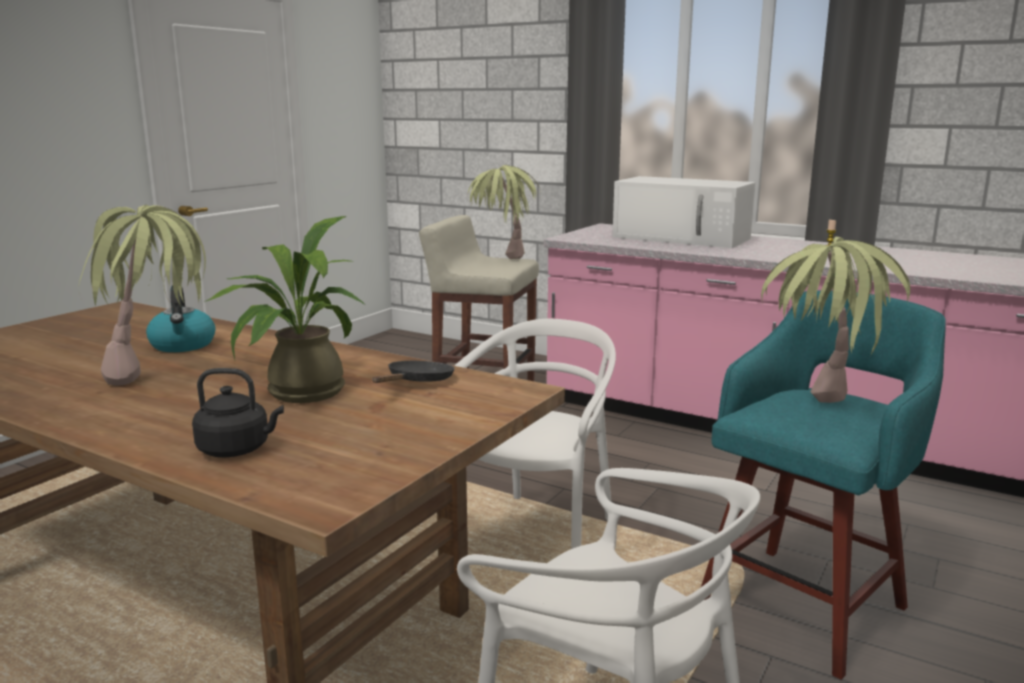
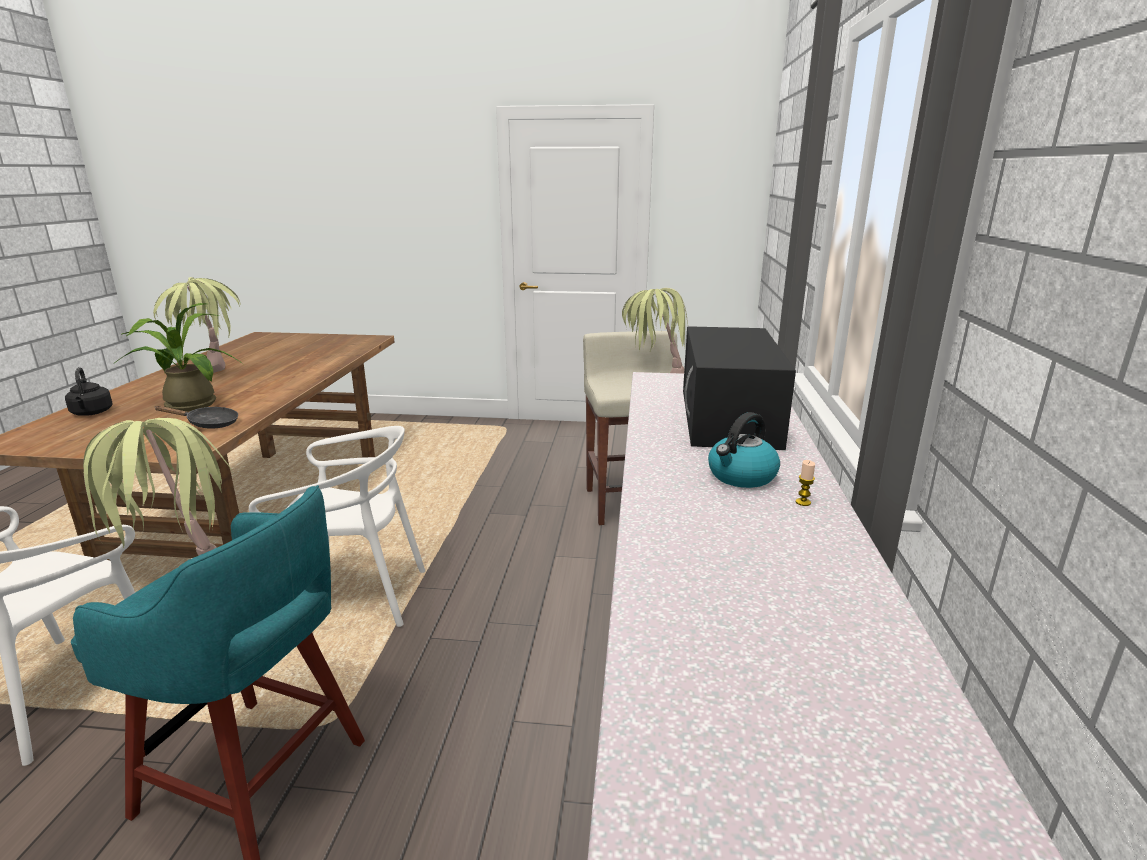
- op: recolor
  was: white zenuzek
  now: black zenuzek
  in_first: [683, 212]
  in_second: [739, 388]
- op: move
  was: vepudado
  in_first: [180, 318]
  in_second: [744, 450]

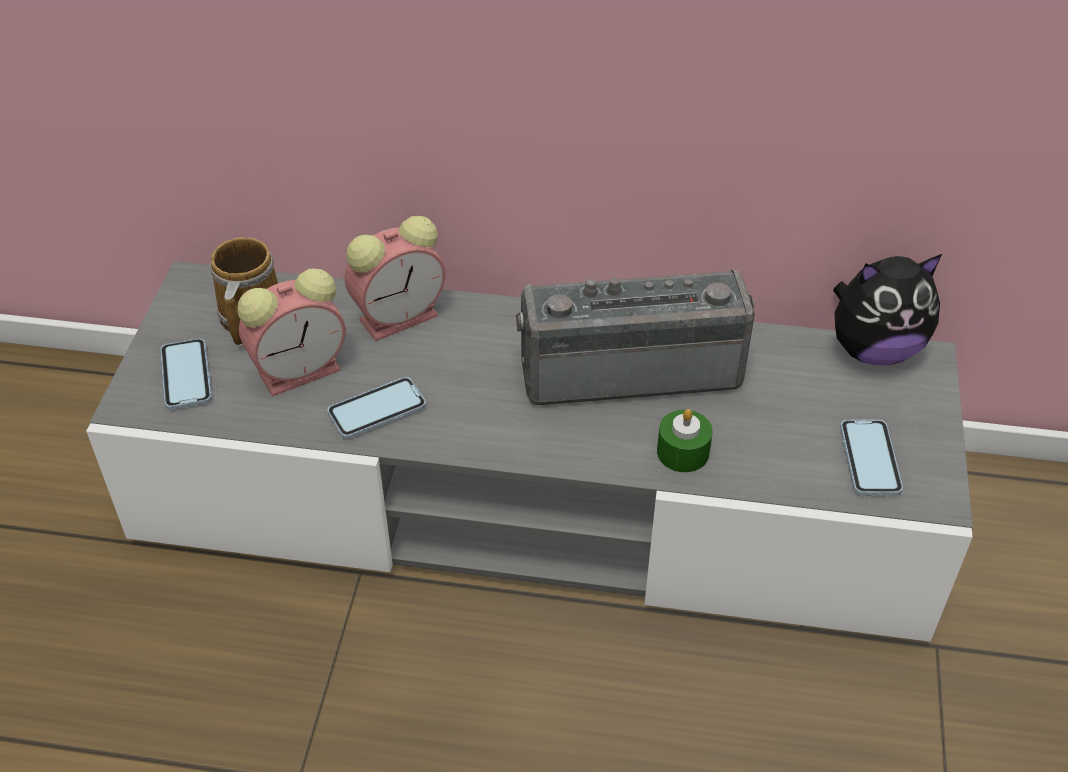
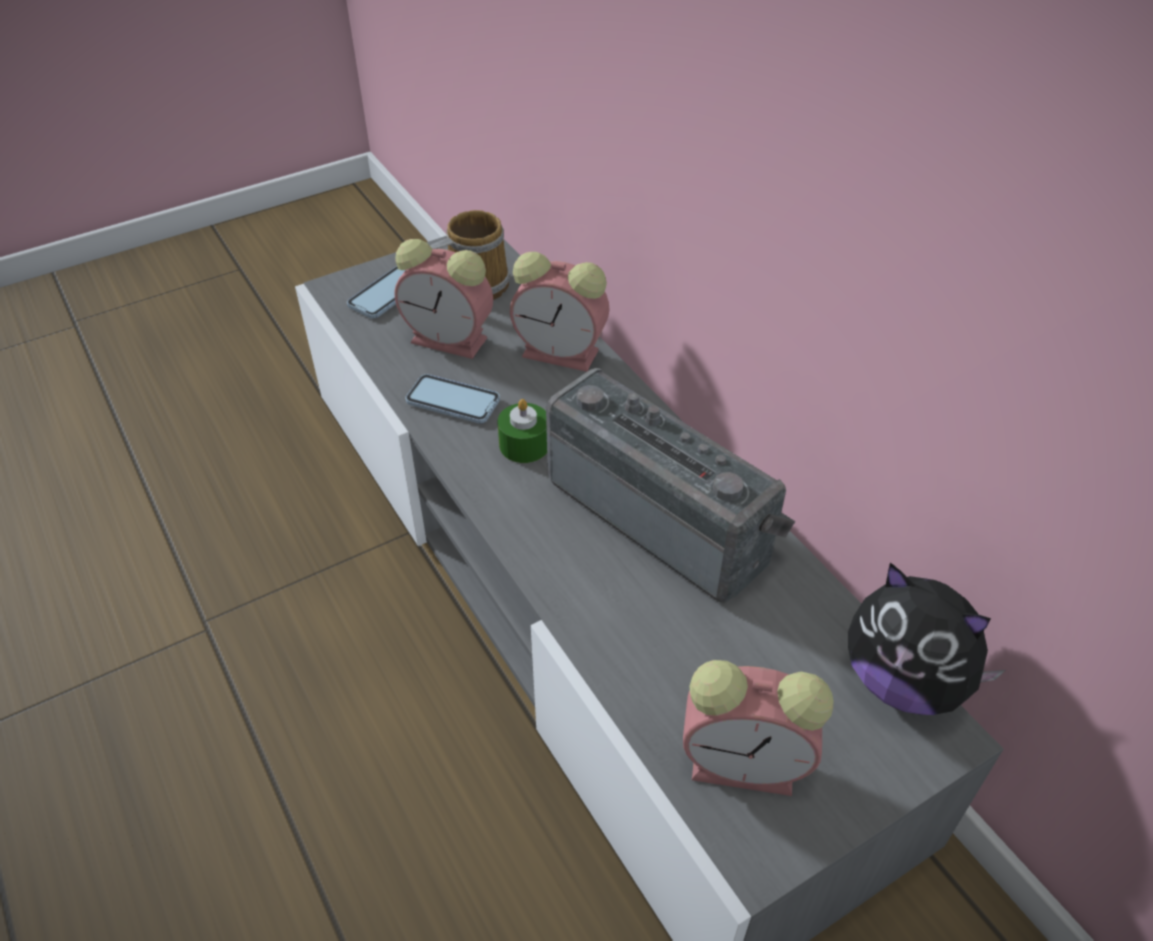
- op: move
  was: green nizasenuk
  in_first: [685, 441]
  in_second: [522, 431]
- op: replace
  was: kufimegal
  now: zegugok
  in_first: [871, 457]
  in_second: [758, 728]

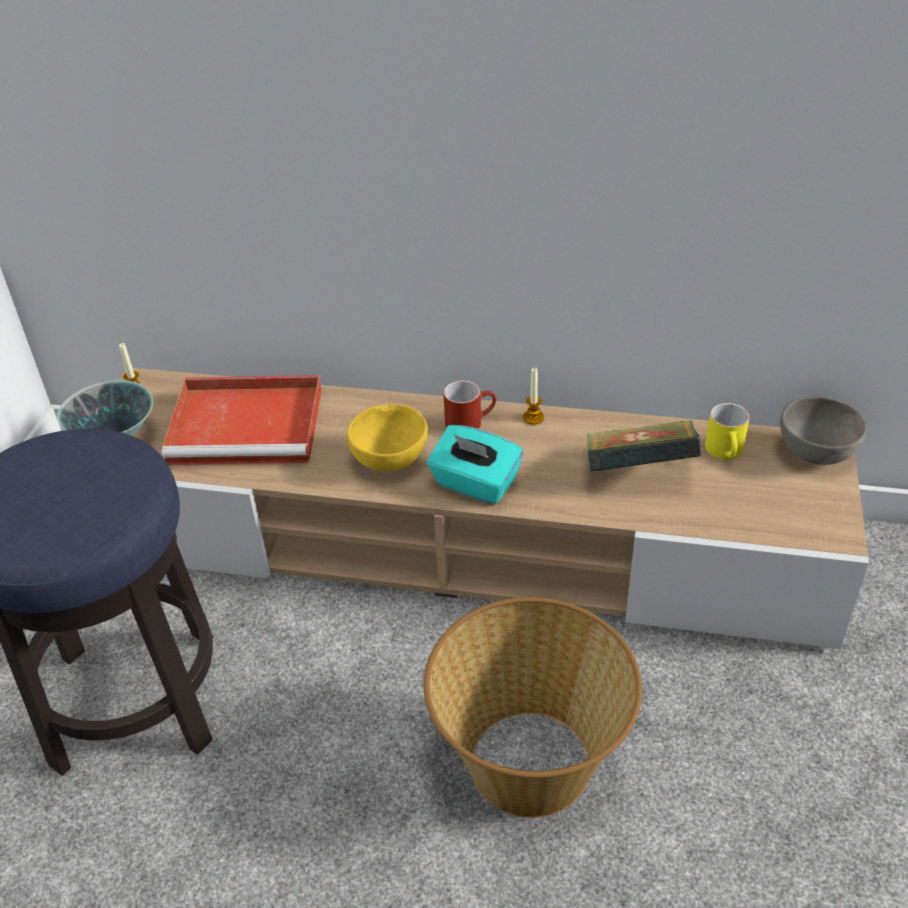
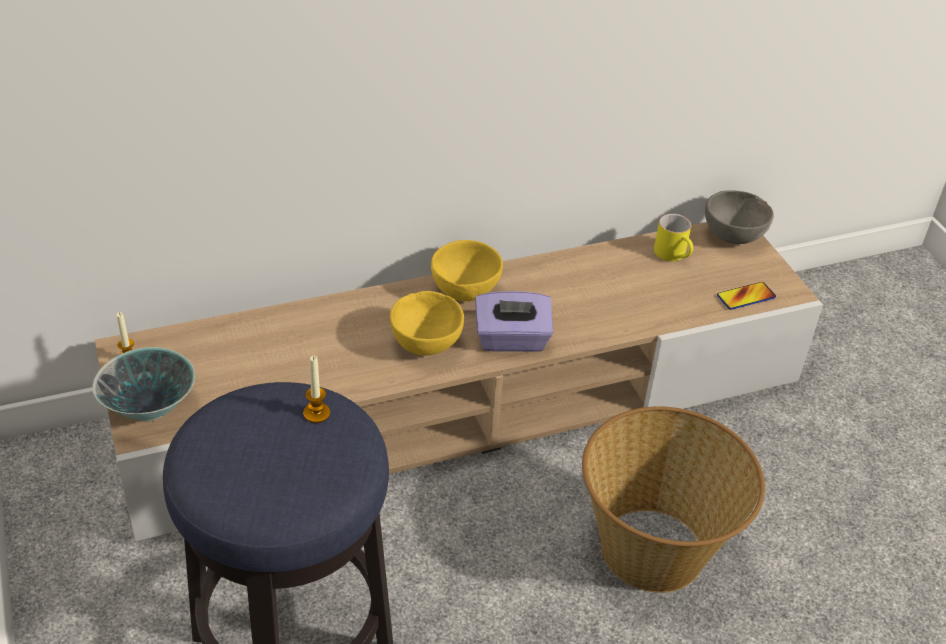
- op: move
  was: nizasenuk
  in_first: [533, 396]
  in_second: [316, 389]
- op: replace
  was: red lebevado
  now: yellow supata
  in_first: [469, 404]
  in_second: [467, 270]
- op: recolor
  was: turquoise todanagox
  now: purple todanagox
  in_first: [475, 464]
  in_second: [514, 321]
- op: insert
  now: kufimegal
  in_second: [746, 296]
- op: delete
  was: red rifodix
  in_first: [241, 420]
- op: delete
  was: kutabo
  in_first: [644, 446]

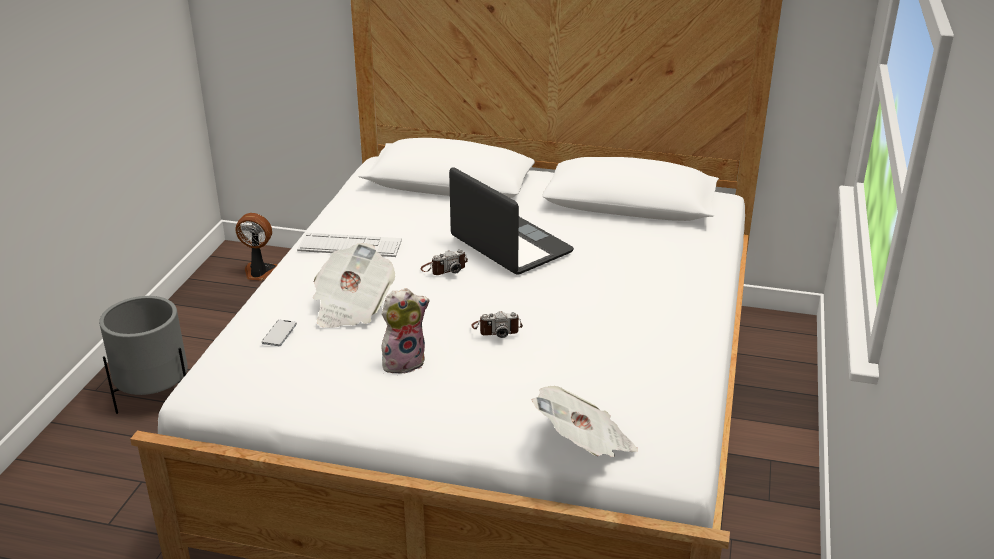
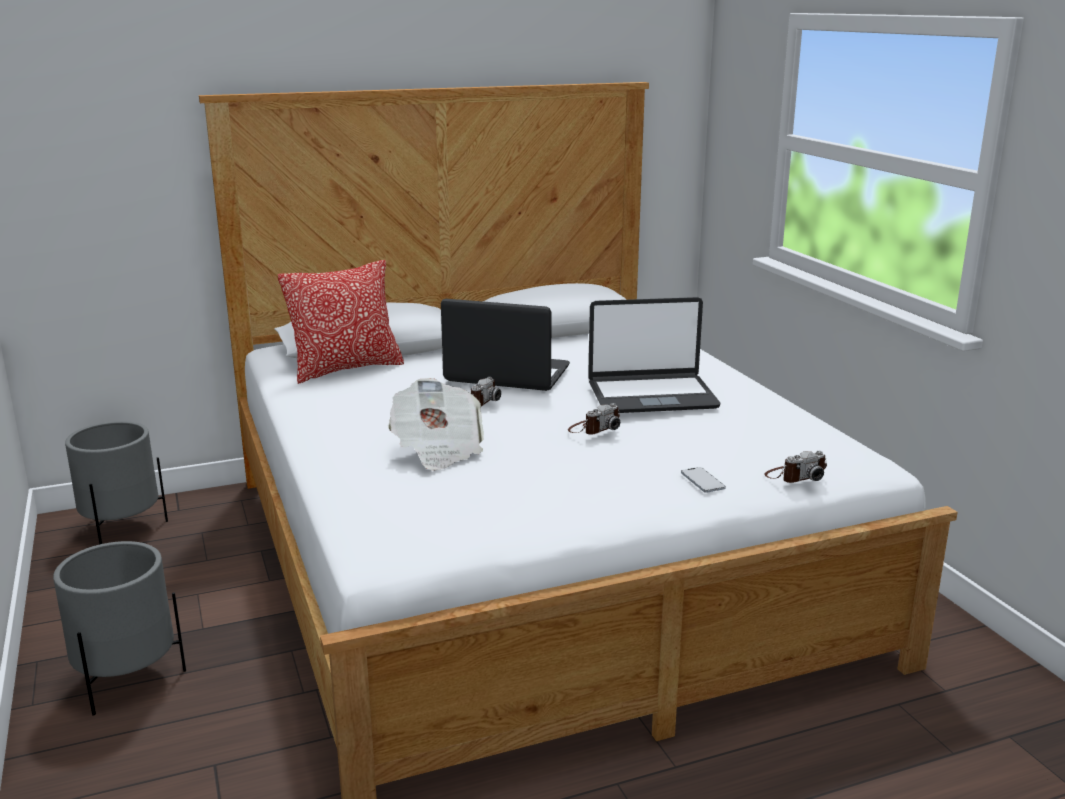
- op: replace
  was: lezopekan
  now: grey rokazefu
  in_first: [257, 247]
  in_second: [116, 482]
- op: insert
  now: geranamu
  in_second: [341, 322]
- op: insert
  now: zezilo
  in_second: [654, 355]
- op: move
  was: kufimegal
  in_first: [279, 333]
  in_second: [703, 480]
- op: replace
  was: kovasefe
  now: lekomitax
  in_first: [584, 421]
  in_second: [796, 467]
- op: delete
  was: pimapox
  in_first: [349, 245]
- op: delete
  was: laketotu
  in_first: [405, 331]

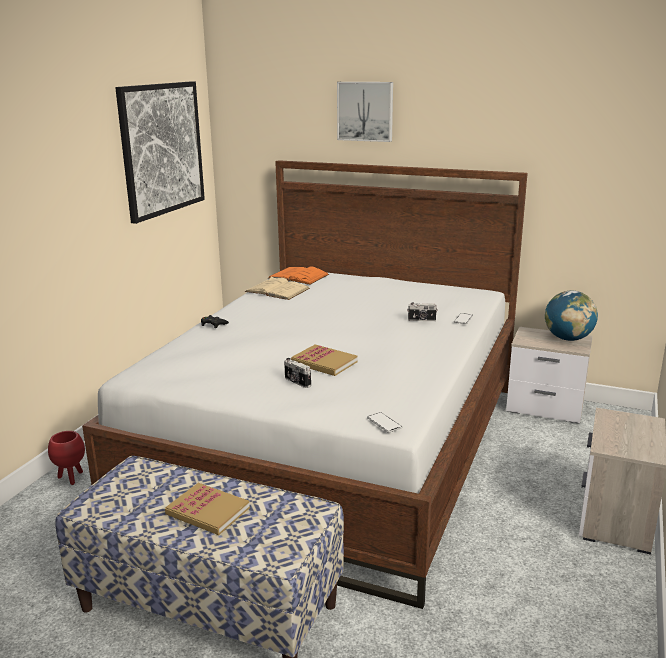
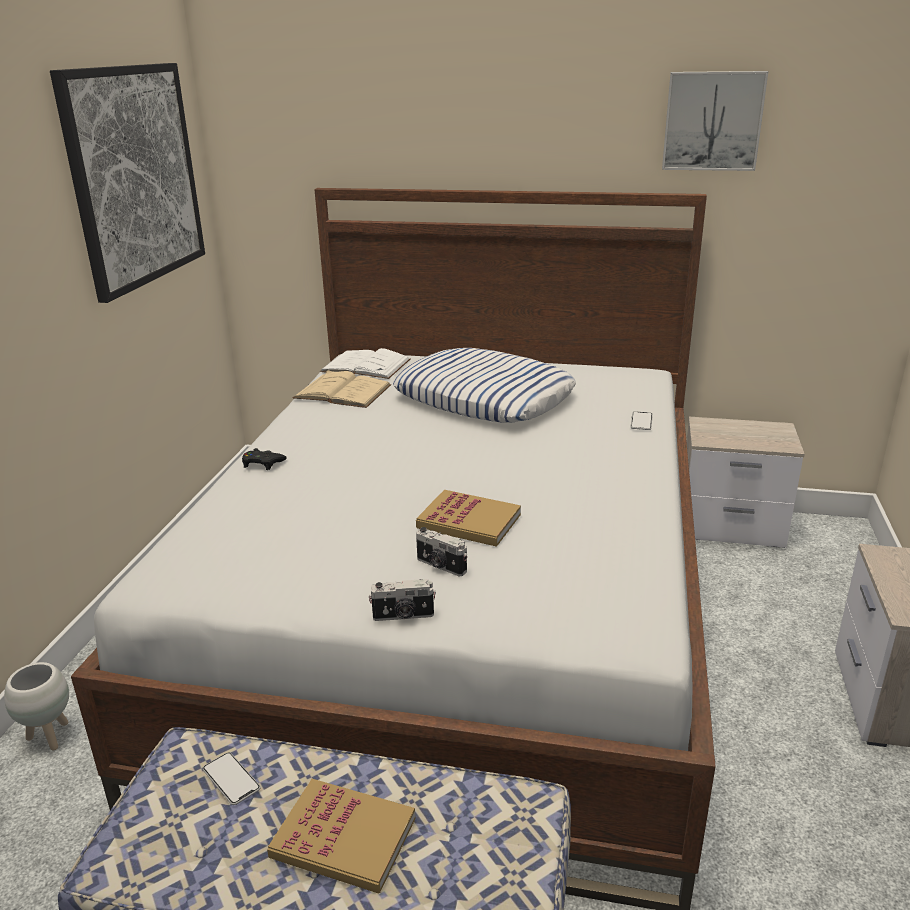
- op: recolor
  was: red rokazefu
  now: white rokazefu
  in_first: [66, 458]
  in_second: [36, 706]
- op: move
  was: kufimegal
  in_first: [384, 422]
  in_second: [231, 778]
- op: recolor
  was: orange kutabo
  now: white kutabo
  in_first: [299, 275]
  in_second: [365, 363]
- op: move
  was: lekomitax
  in_first: [422, 311]
  in_second: [402, 600]
- op: insert
  now: geranamu
  in_second: [484, 385]
- op: move
  was: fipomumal
  in_first: [365, 112]
  in_second: [715, 121]
- op: delete
  was: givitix
  in_first: [571, 316]

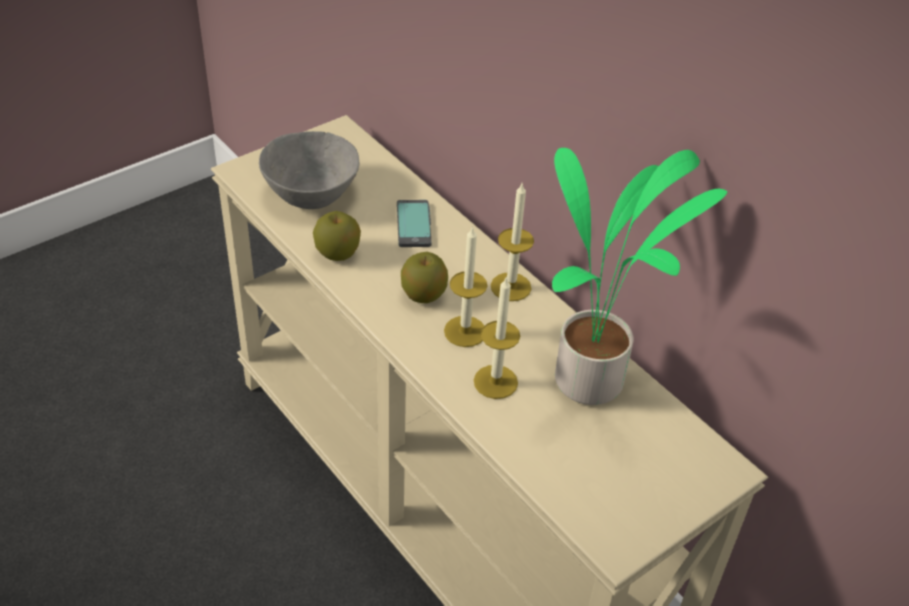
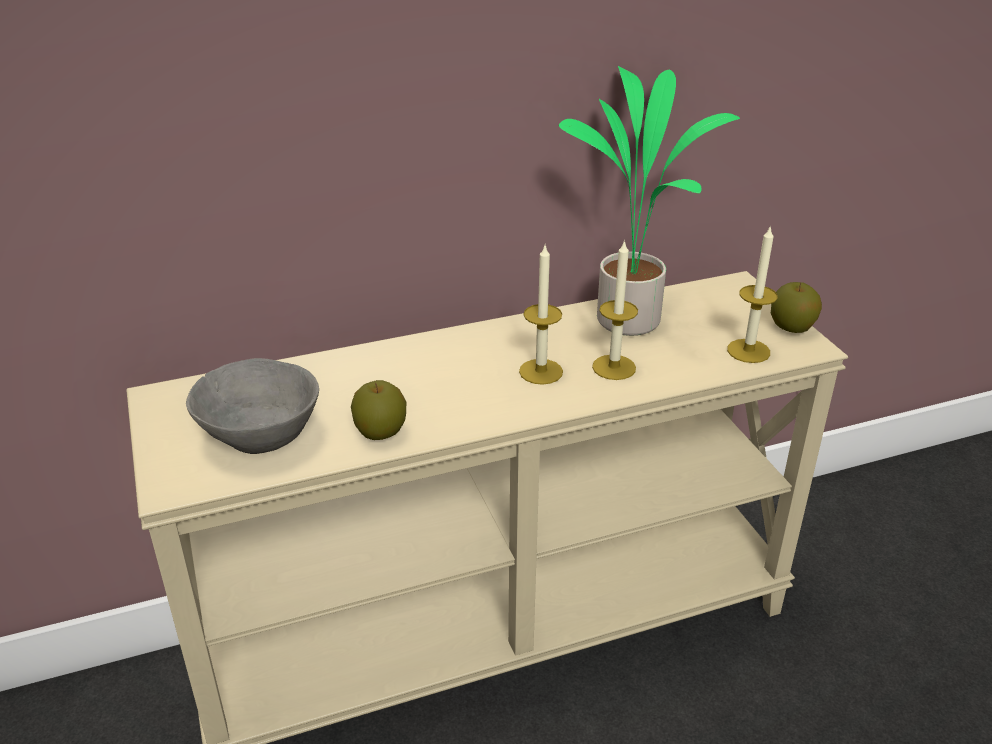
- op: move
  was: nizasenuk
  in_first: [512, 242]
  in_second: [752, 294]
- op: move
  was: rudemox
  in_first: [424, 277]
  in_second: [796, 307]
- op: delete
  was: kufimegal
  in_first: [414, 223]

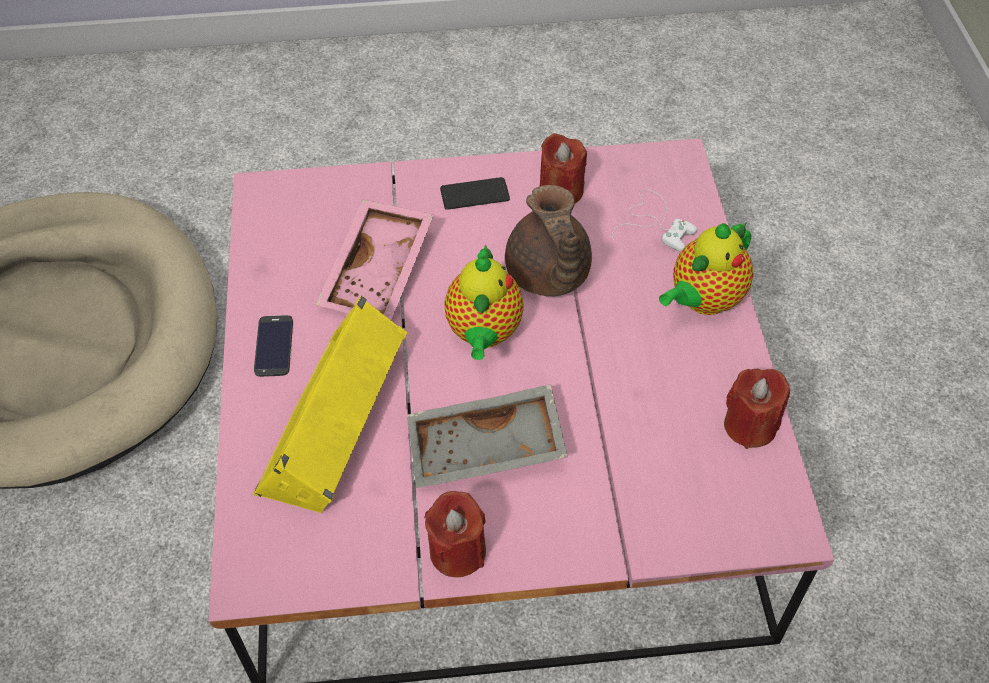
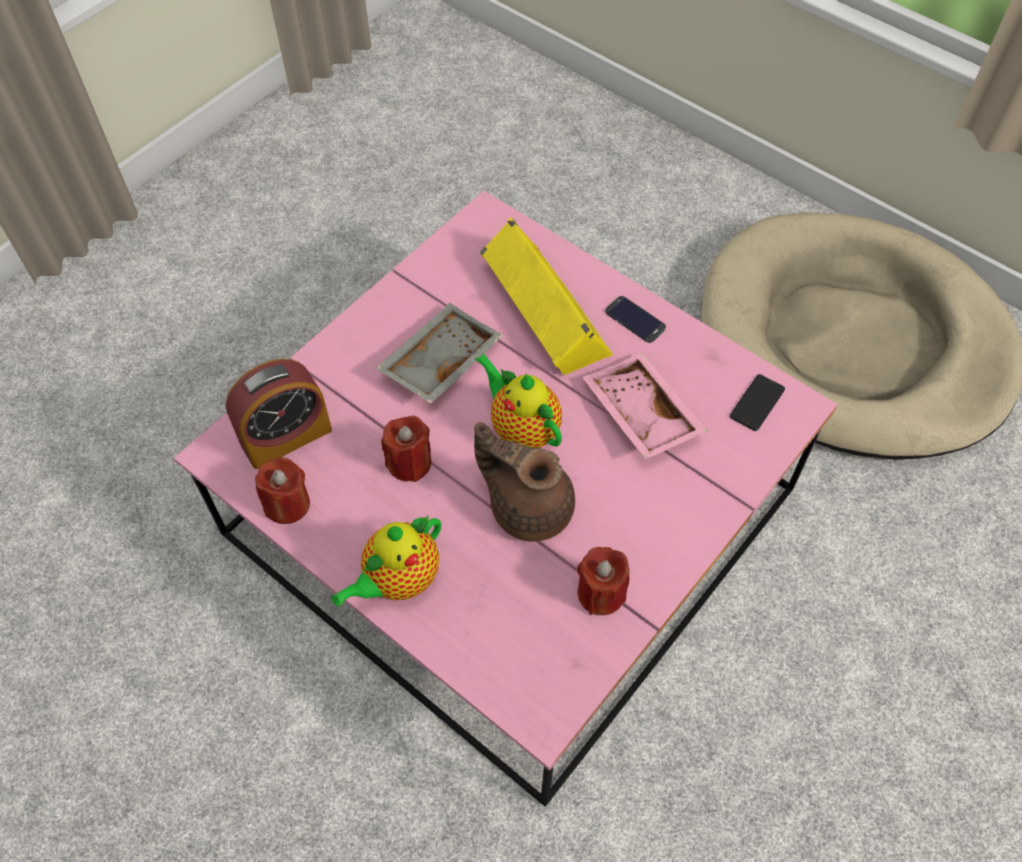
- op: insert
  now: zegugok
  in_second: [279, 414]
- op: rotate
  was: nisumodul
  in_first: [706, 269]
  in_second: [386, 561]
  clockwise: -135
- op: move
  was: red nizasenuk
  in_first: [455, 534]
  in_second: [406, 448]
- op: move
  was: kufimegal
  in_first: [475, 193]
  in_second: [757, 402]
- op: delete
  was: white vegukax
  in_first: [654, 220]

